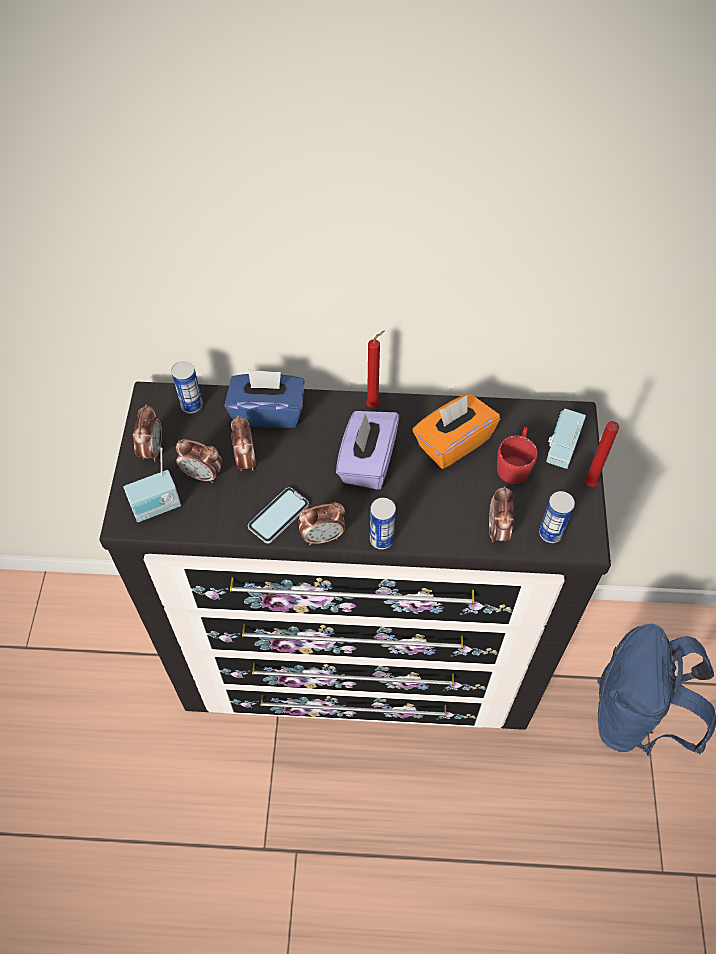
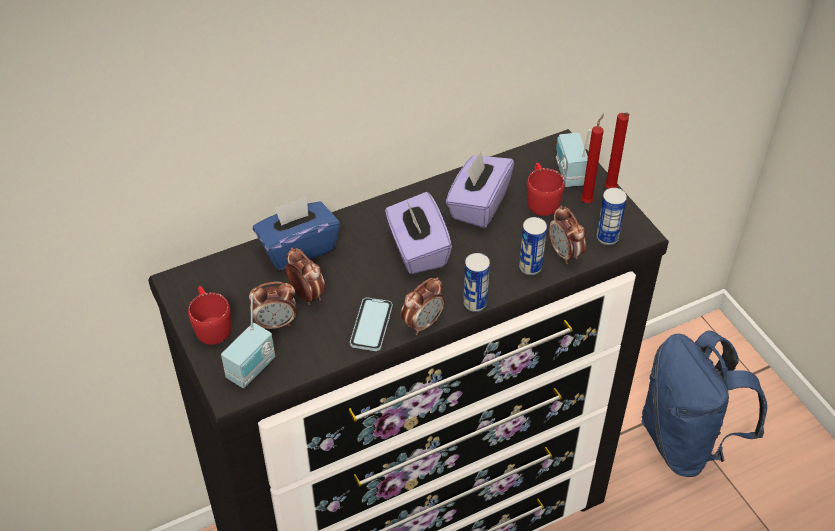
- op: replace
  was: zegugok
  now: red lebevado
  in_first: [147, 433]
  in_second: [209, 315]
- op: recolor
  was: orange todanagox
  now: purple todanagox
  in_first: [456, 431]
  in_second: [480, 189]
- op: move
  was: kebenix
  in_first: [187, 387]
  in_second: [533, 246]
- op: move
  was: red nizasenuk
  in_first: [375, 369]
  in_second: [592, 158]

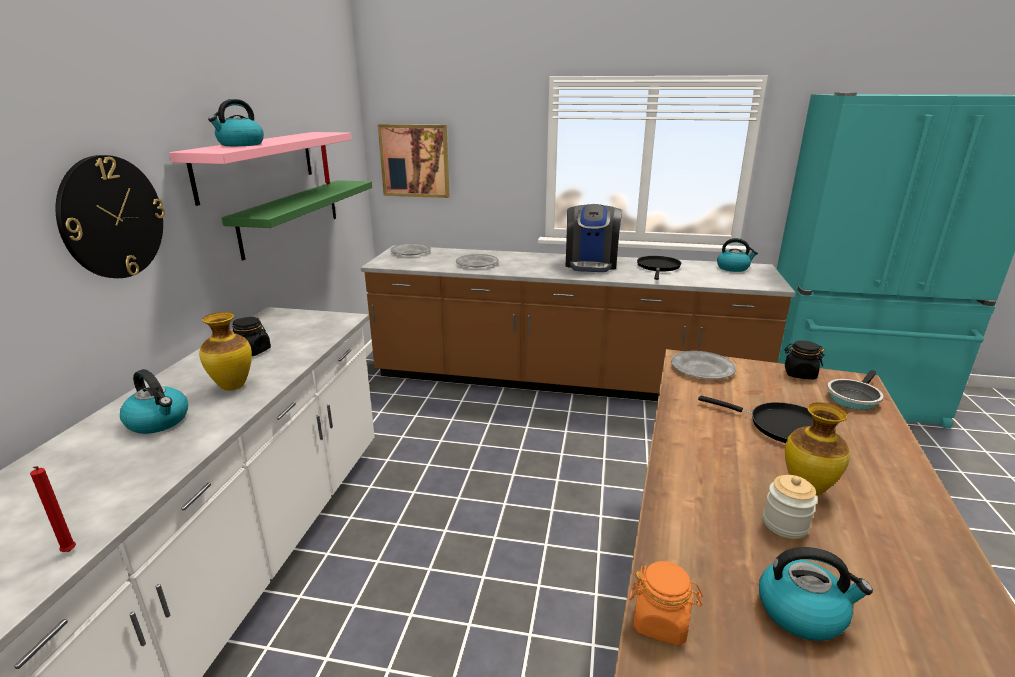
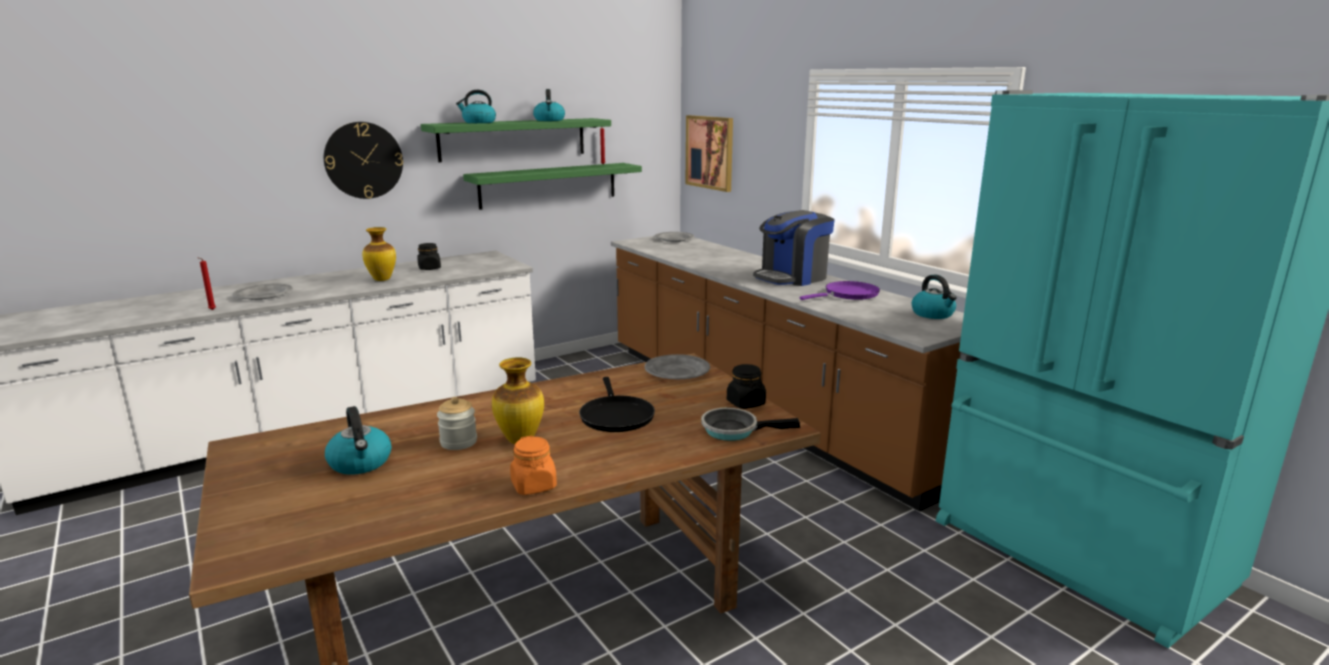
- op: move
  was: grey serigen
  in_first: [477, 260]
  in_second: [262, 292]
- op: recolor
  was: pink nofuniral
  now: green nofuniral
  in_first: [260, 169]
  in_second: [516, 140]
- op: move
  was: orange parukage
  in_first: [666, 603]
  in_second: [533, 465]
- op: move
  was: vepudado
  in_first: [154, 401]
  in_second: [549, 105]
- op: recolor
  was: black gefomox
  now: purple gefomox
  in_first: [659, 268]
  in_second: [839, 290]

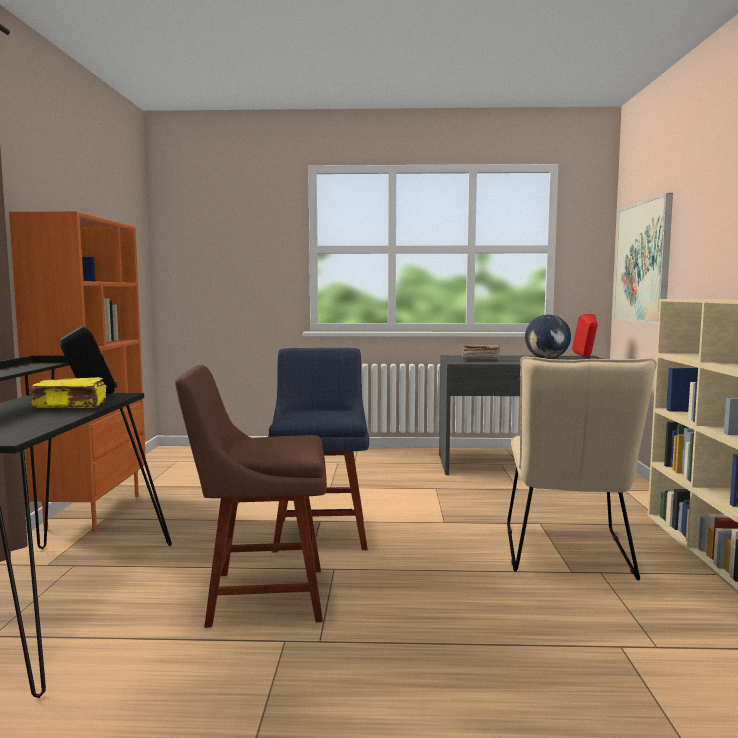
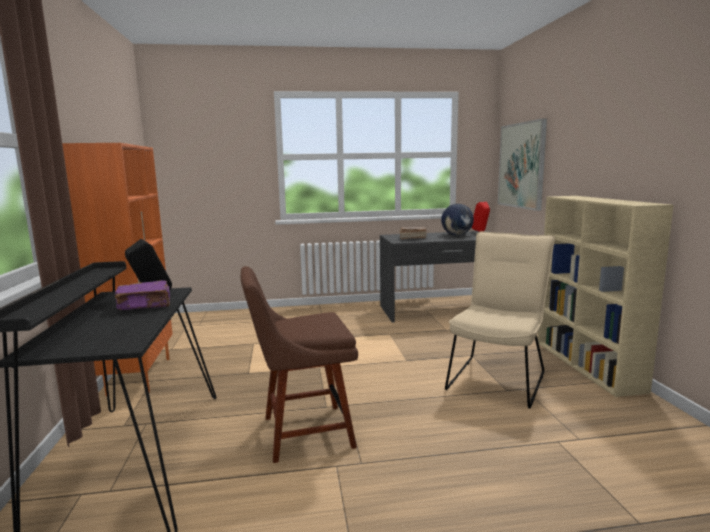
- op: recolor
  was: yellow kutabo
  now: purple kutabo
  in_first: [67, 392]
  in_second: [142, 295]
- op: rotate
  was: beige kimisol
  in_first: [582, 468]
  in_second: [500, 320]
  clockwise: -150
- op: delete
  was: blue kimisol
  in_first: [318, 450]

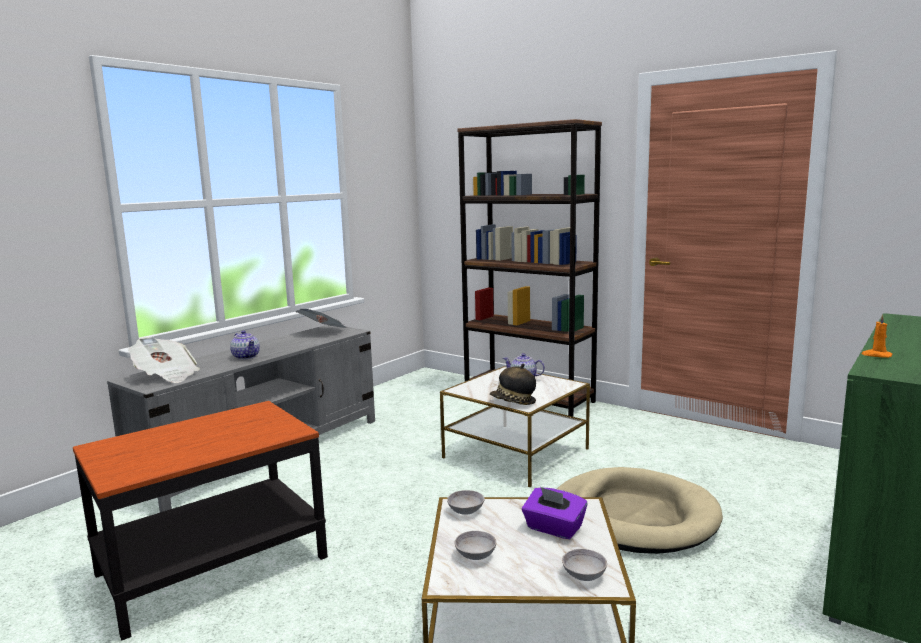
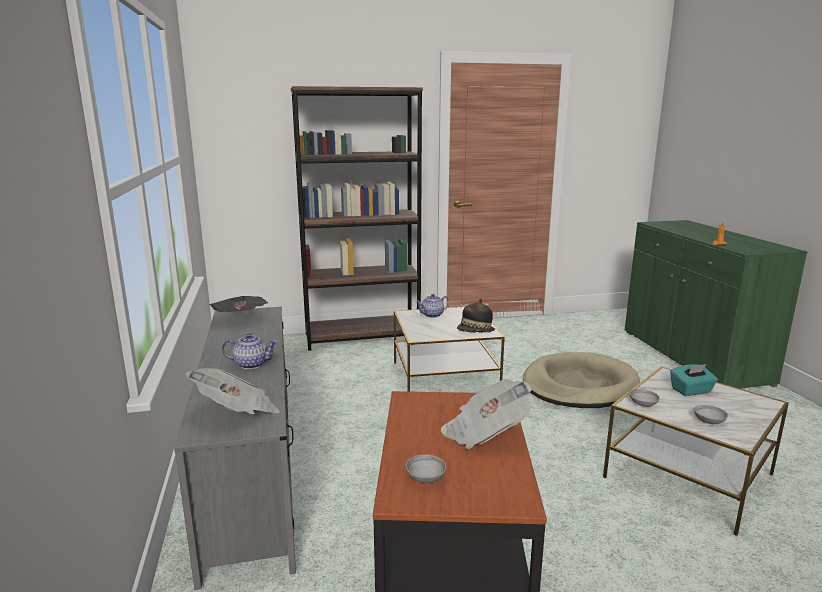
- op: move
  was: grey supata
  in_first: [584, 565]
  in_second: [426, 468]
- op: insert
  now: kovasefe
  in_second: [486, 414]
- op: recolor
  was: purple todanagox
  now: turquoise todanagox
  in_first: [555, 513]
  in_second: [694, 380]

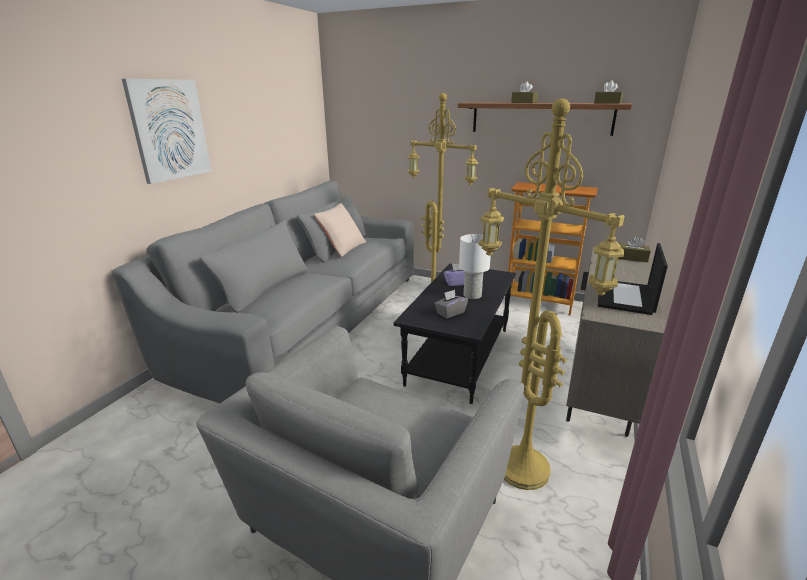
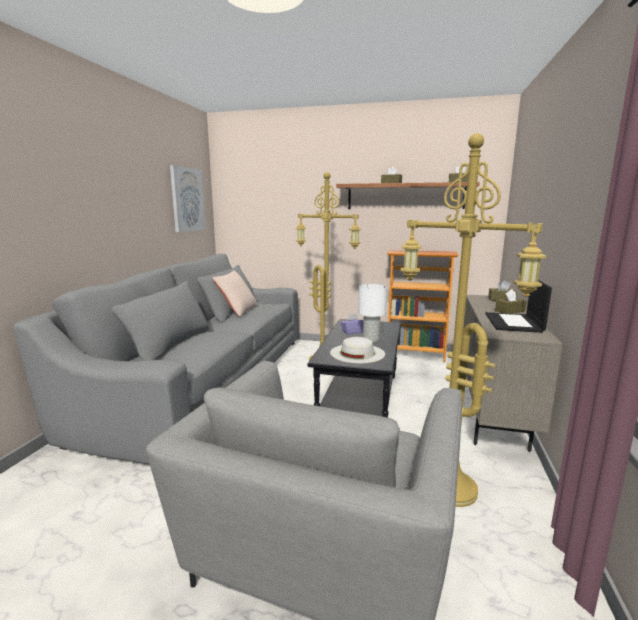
- op: move
  was: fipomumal
  in_first: [166, 131]
  in_second: [188, 198]
- op: replace
  was: grey todanagox
  now: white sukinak
  in_first: [451, 304]
  in_second: [357, 350]
- op: insert
  now: brown todanagox
  in_second: [511, 301]

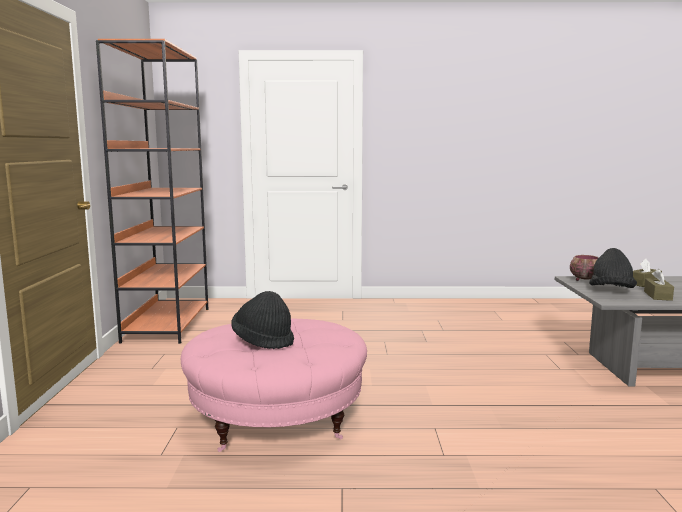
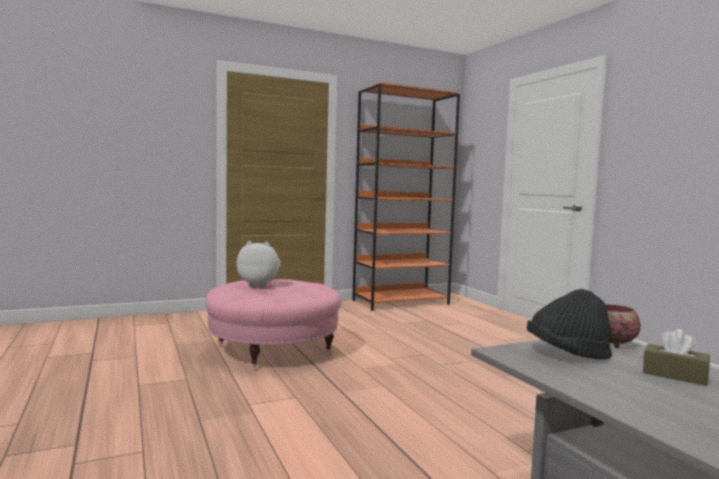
- op: replace
  was: black sukinak
  now: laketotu
  in_first: [262, 320]
  in_second: [259, 264]
- op: delete
  was: brown todanagox
  in_first: [659, 285]

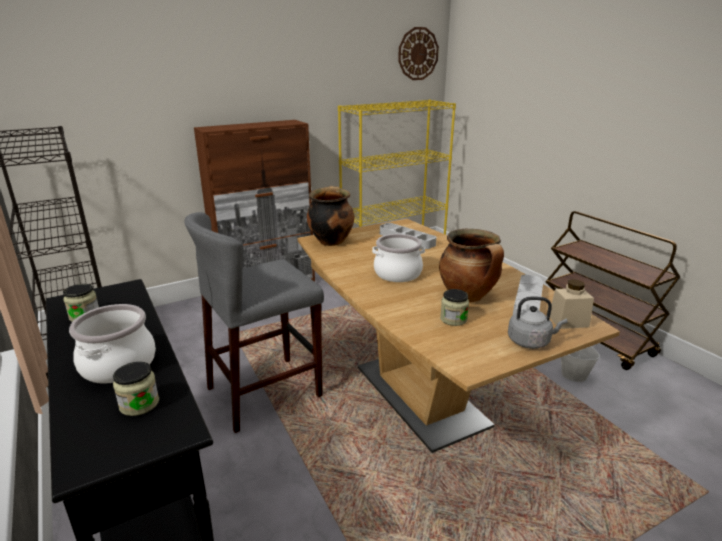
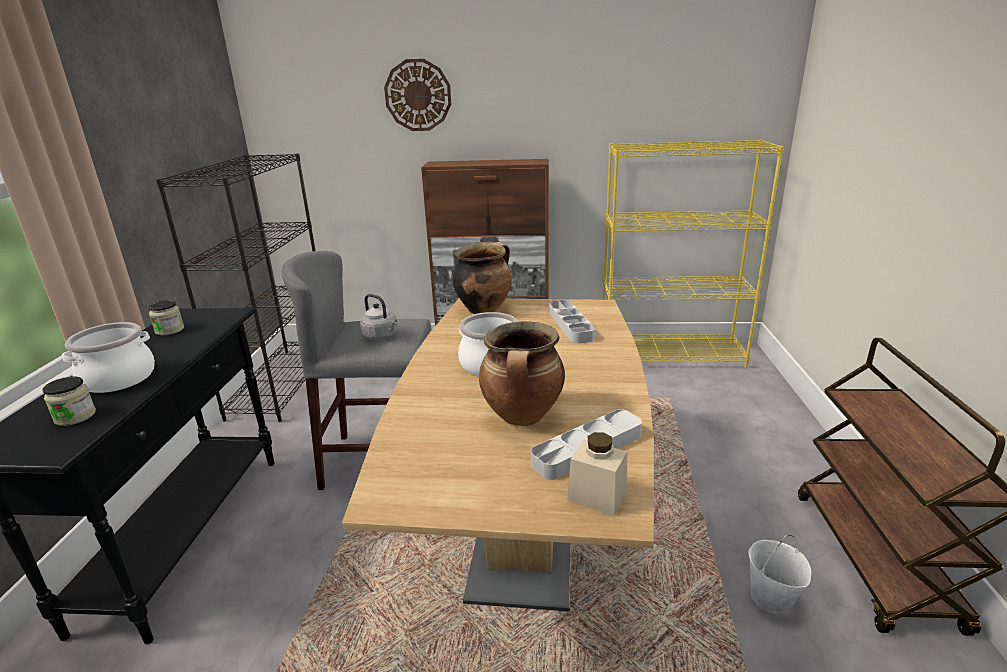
- op: move
  was: grey vepudado
  in_first: [538, 323]
  in_second: [379, 317]
- op: move
  was: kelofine
  in_first: [418, 53]
  in_second: [417, 95]
- op: delete
  was: parukage
  in_first: [454, 307]

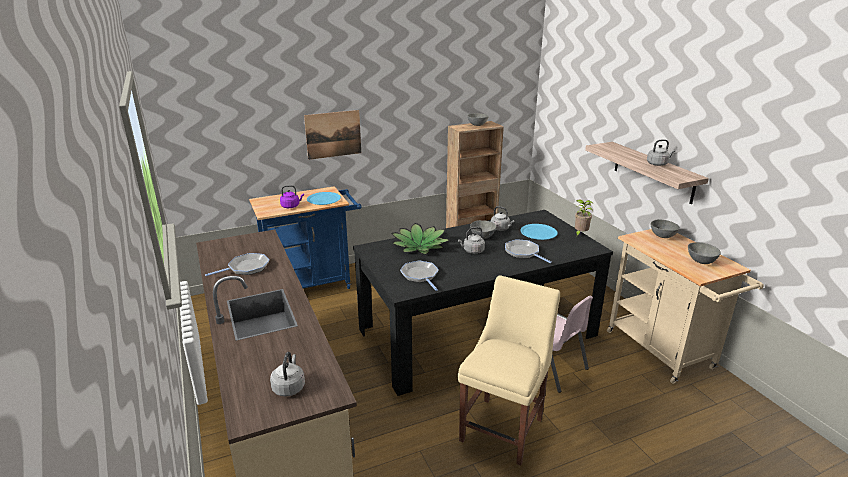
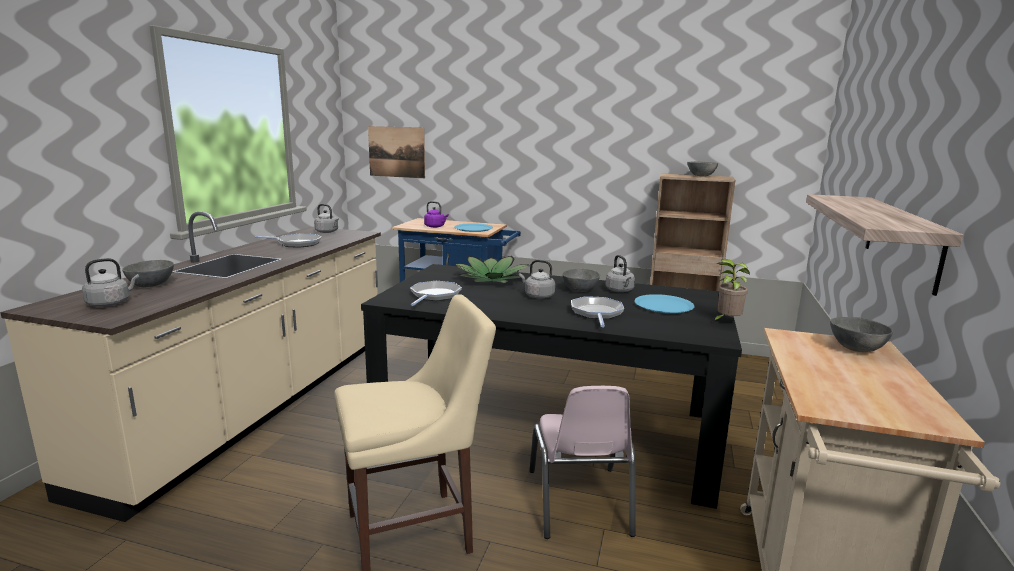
- op: move
  was: grey supata
  in_first: [704, 253]
  in_second: [148, 273]
- op: move
  was: grey vepudado
  in_first: [661, 152]
  in_second: [326, 218]
- op: move
  was: fipomumal
  in_first: [332, 135]
  in_second: [396, 152]

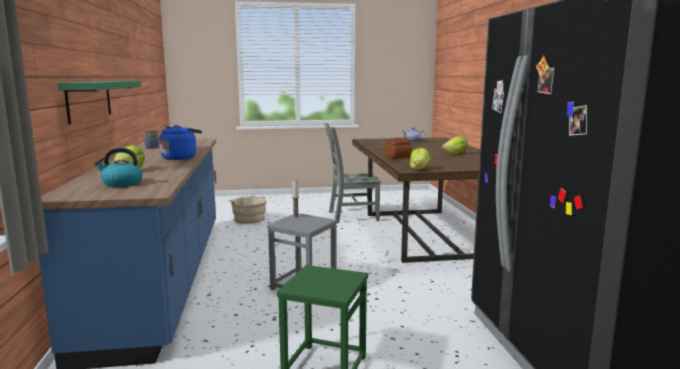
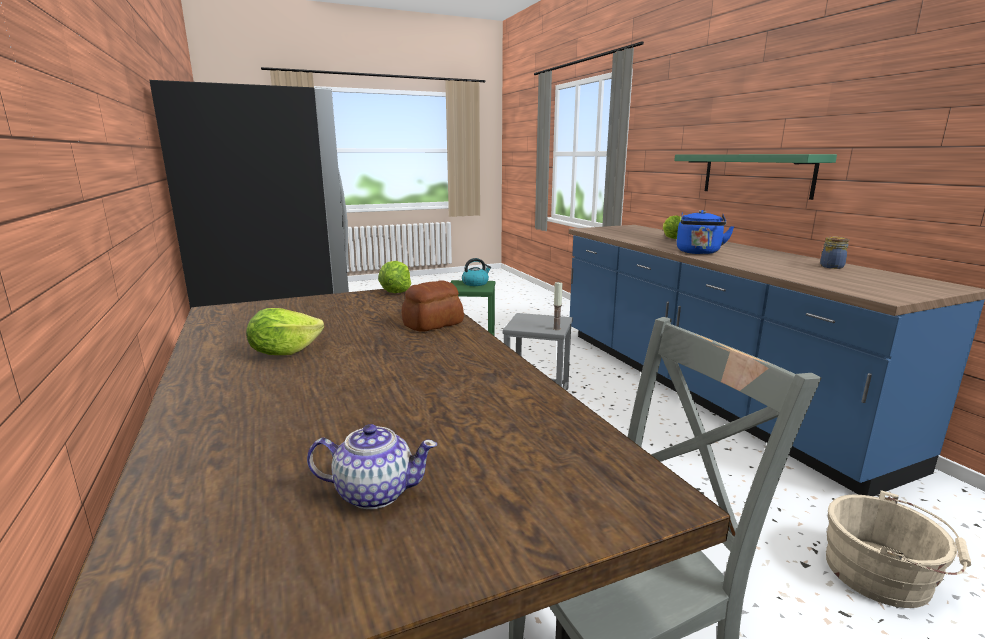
- op: move
  was: vepudado
  in_first: [118, 167]
  in_second: [476, 272]

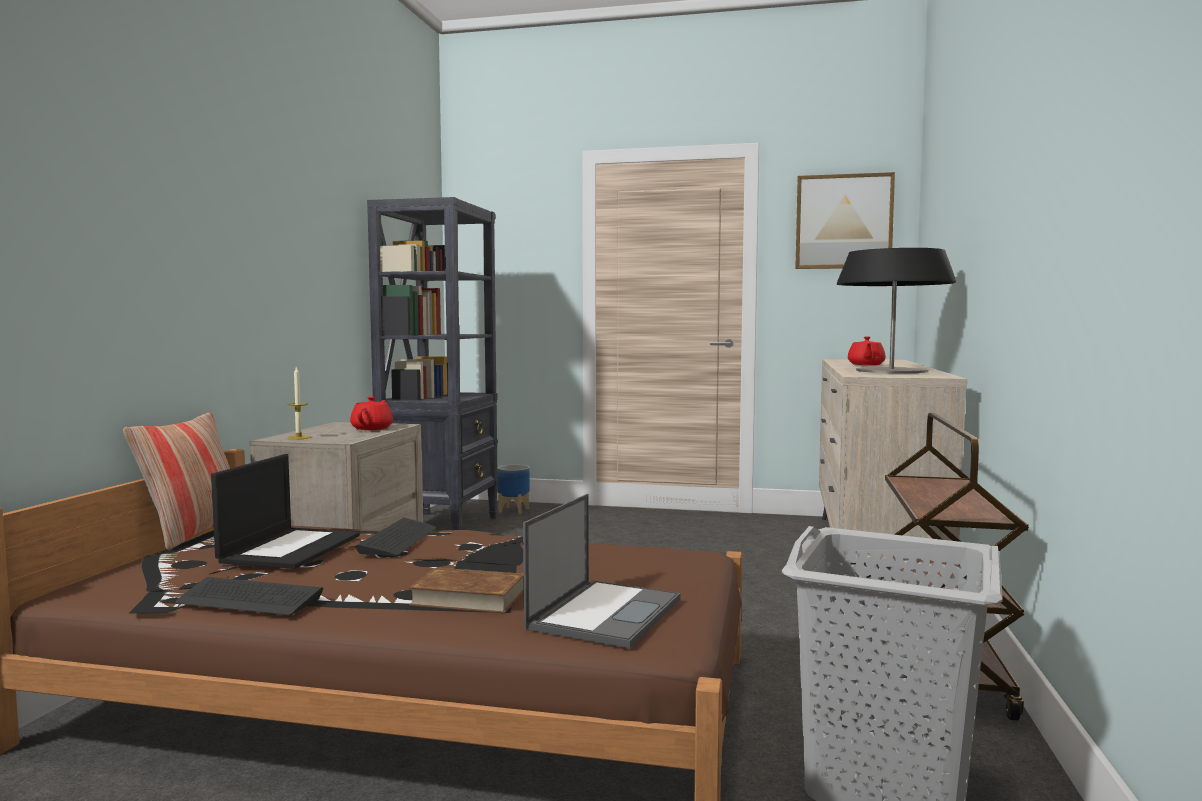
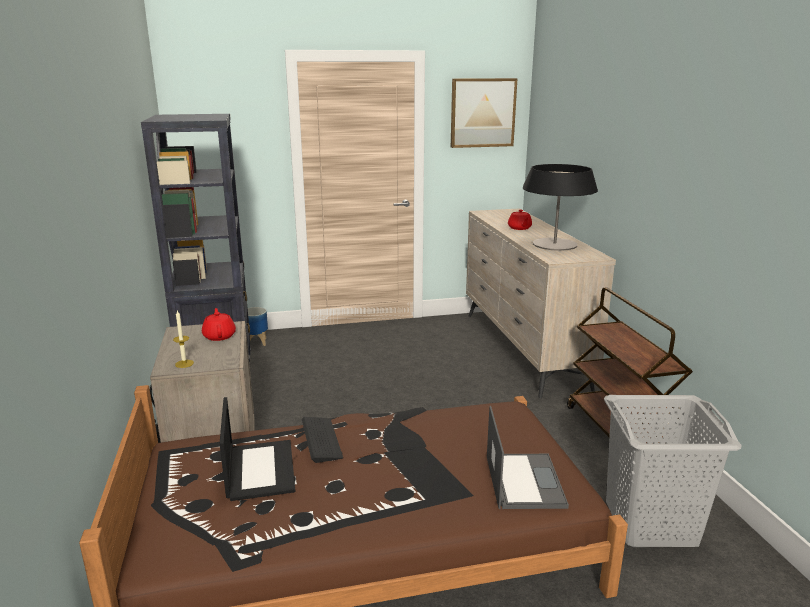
- op: delete
  was: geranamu
  in_first: [176, 481]
- op: delete
  was: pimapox
  in_first: [250, 596]
- op: delete
  was: brown kutabo
  in_first: [466, 590]

